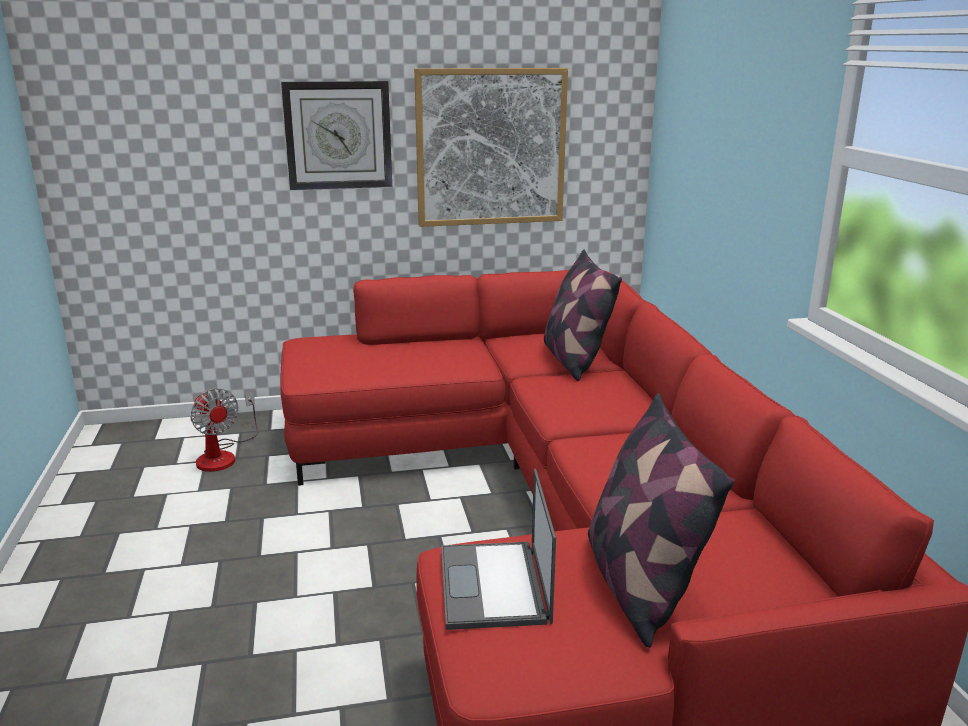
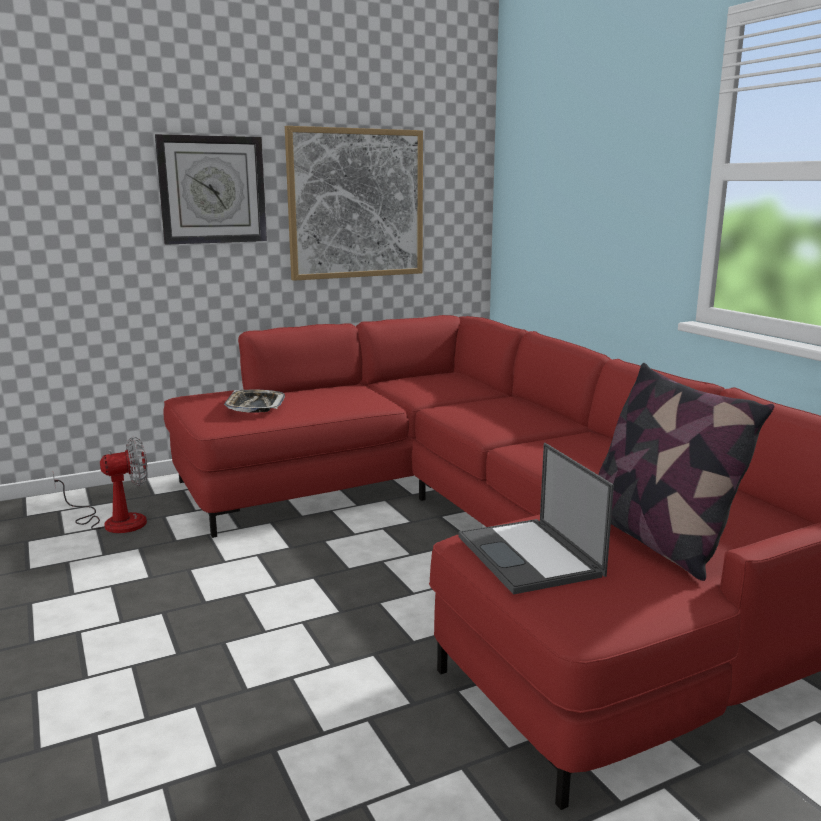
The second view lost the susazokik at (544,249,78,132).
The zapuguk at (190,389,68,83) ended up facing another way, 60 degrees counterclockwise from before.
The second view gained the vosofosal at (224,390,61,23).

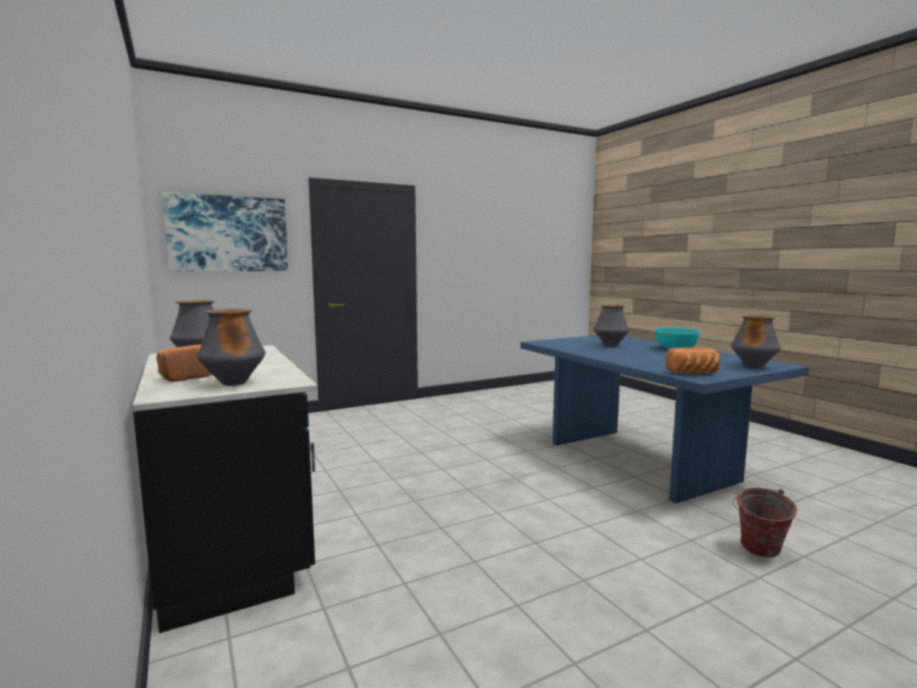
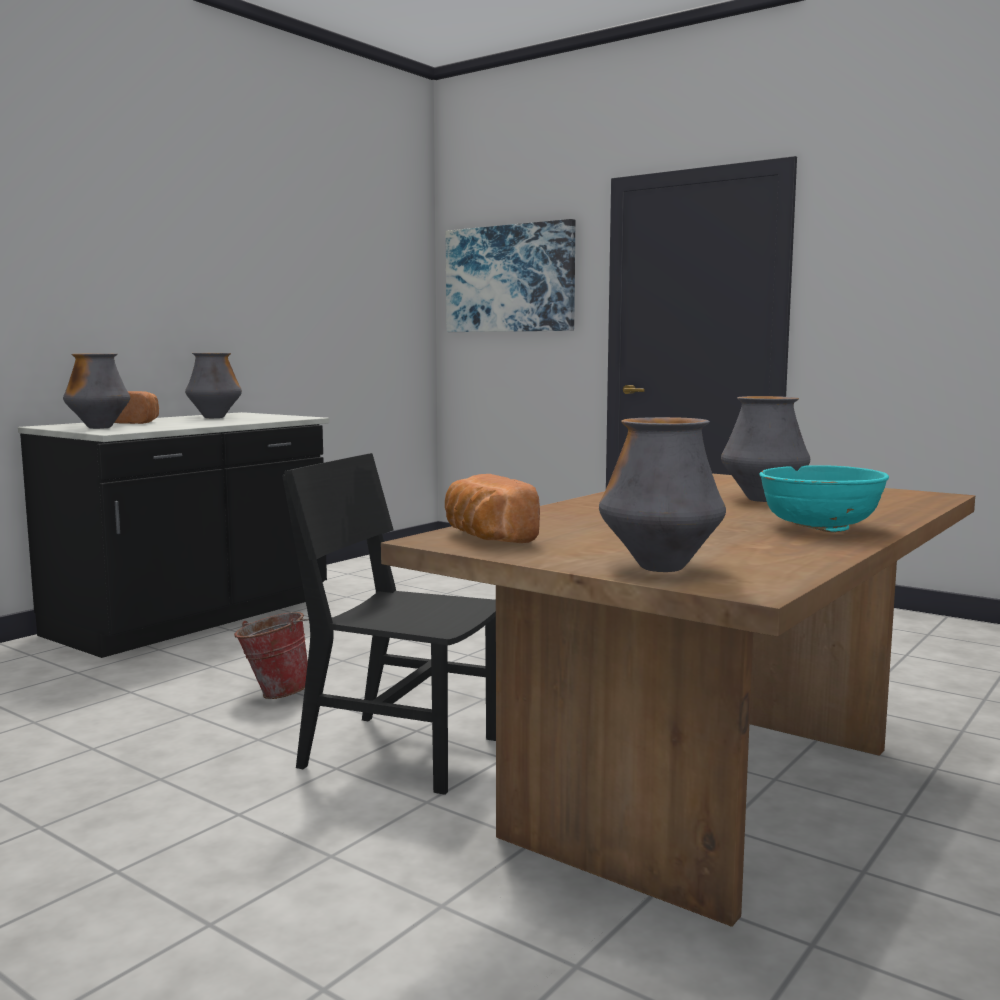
What was the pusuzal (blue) at (520,335,289,168) turned into the pusuzal (brown) at (381,473,594,454).
The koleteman ended up elsewhere, having gone from (733,487,64,70) to (234,612,75,87).
The second view gained the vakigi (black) at (282,453,214,342).

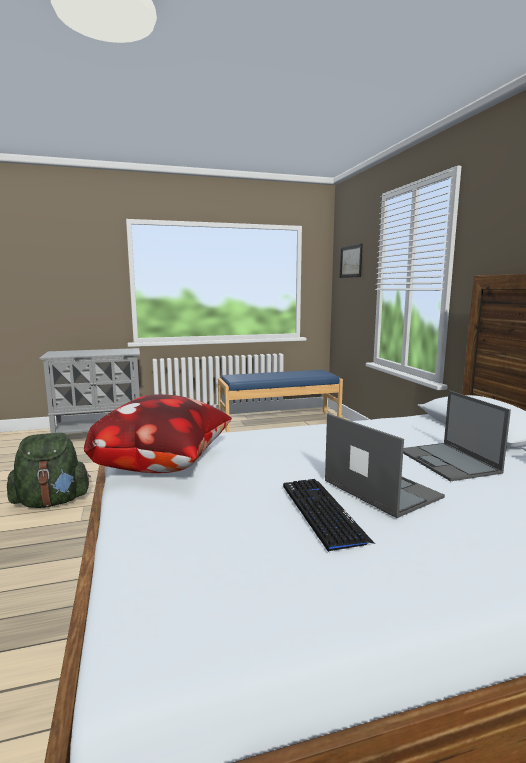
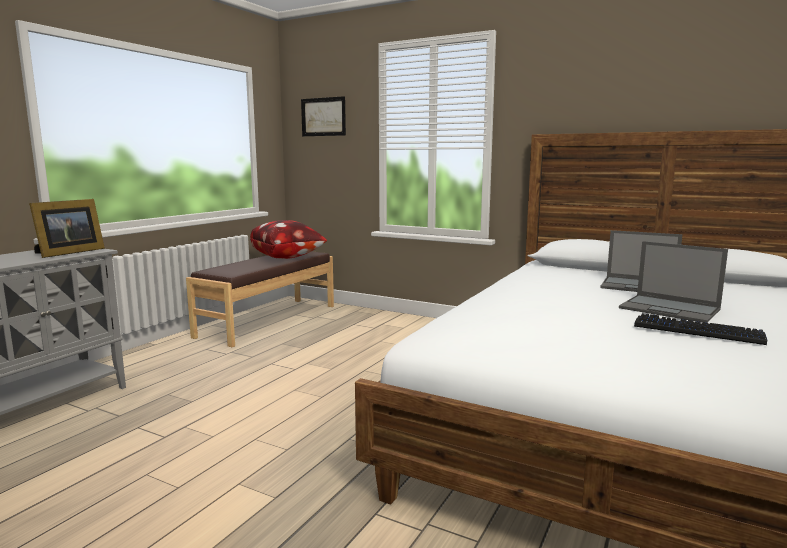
What was the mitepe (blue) at (218,370,125,62) turned into the mitepe (brown) at (186,251,148,96).
The susazokik ended up elsewhere, having gone from (84,394,148,79) to (250,220,77,39).
The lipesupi at (325,414,120,104) ended up facing another way, 150 degrees counterclockwise from before.
The second view lost the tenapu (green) at (7,433,84,75).
The second view gained the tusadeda at (29,199,76,59).

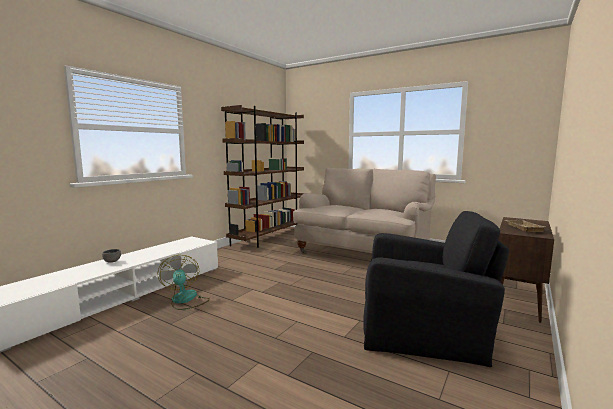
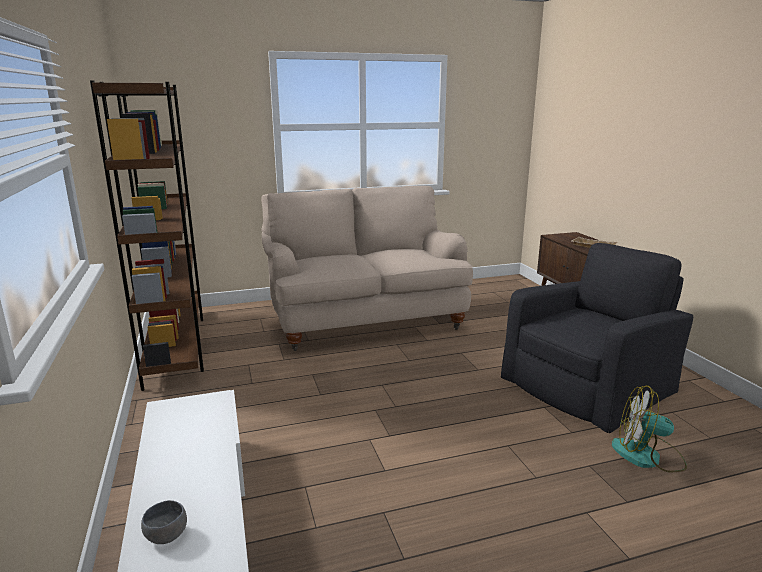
The zapuguk ended up elsewhere, having gone from (157,255,53,55) to (612,386,75,87).

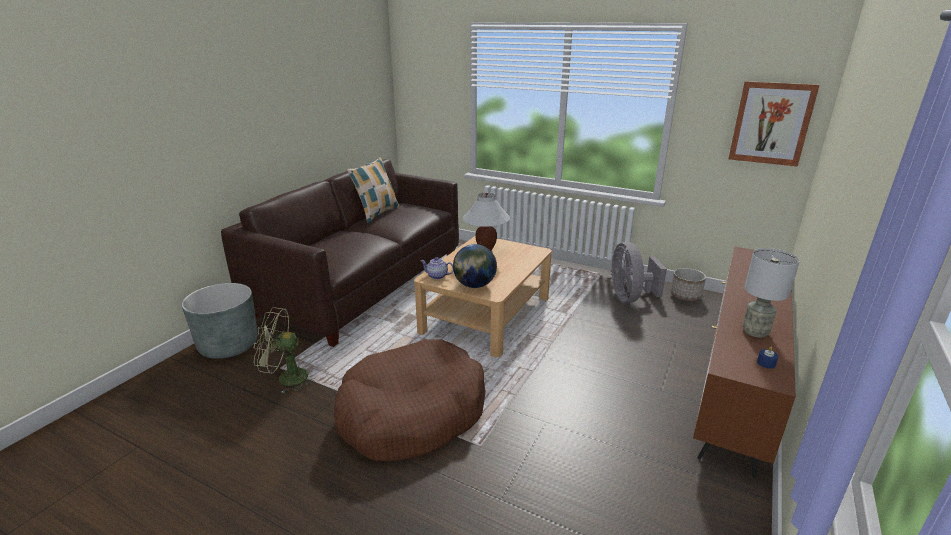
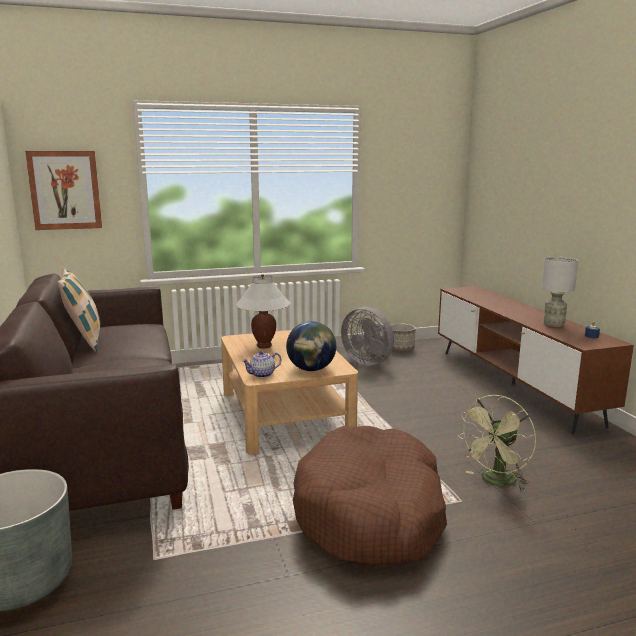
The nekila ended up elsewhere, having gone from (728,81,91,86) to (25,151,77,79).
The zapuguk (green) ended up elsewhere, having gone from (254,307,60,86) to (458,395,78,96).

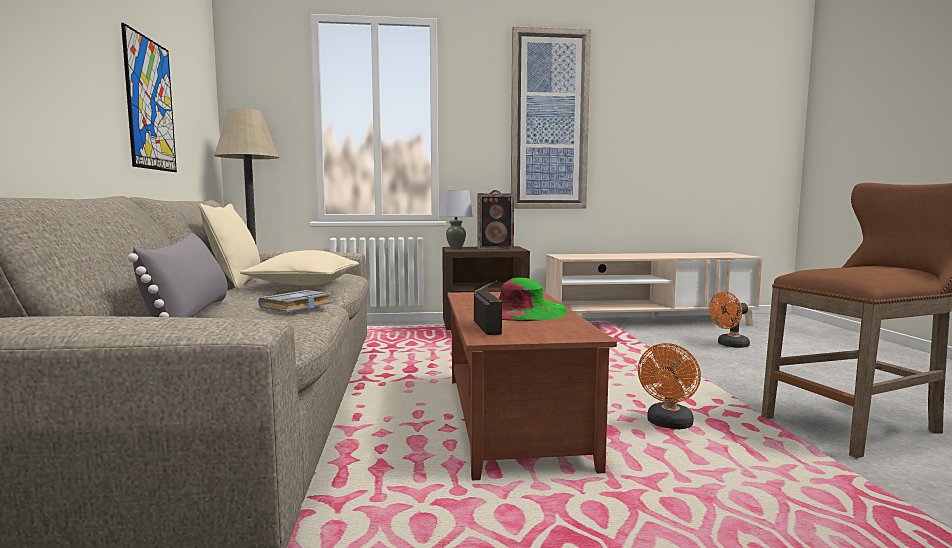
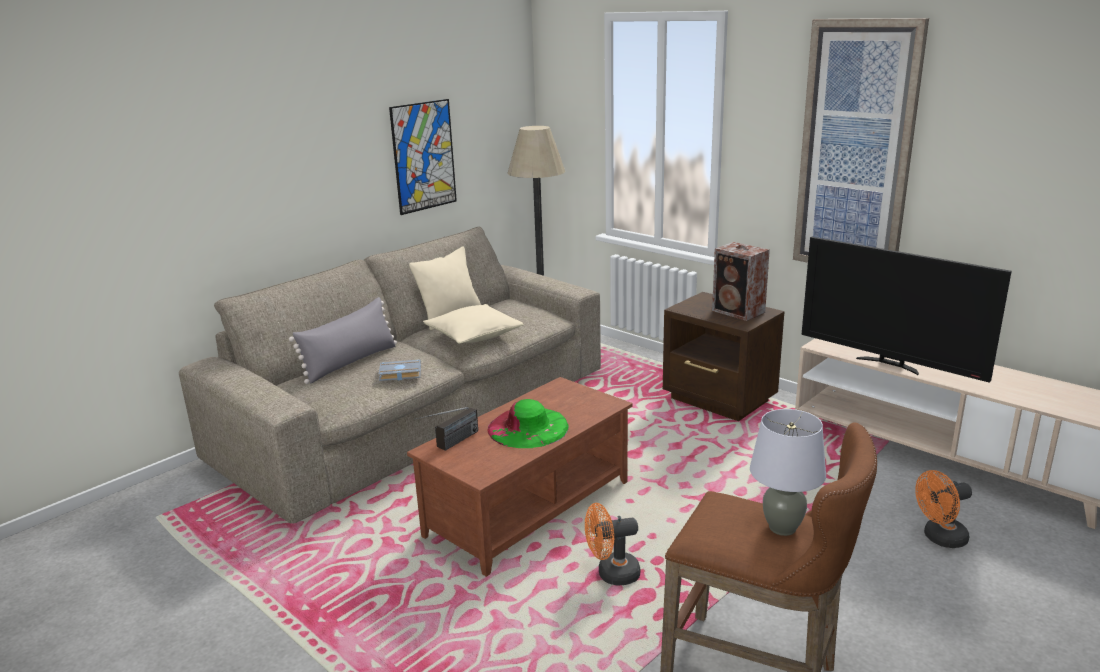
The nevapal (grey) ended up elsewhere, having gone from (439,190,34,58) to (750,409,76,127).
The zapuguk (orange) at (709,291,41,57) ended up facing another way, 45 degrees counterclockwise from before.
The second view gained the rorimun at (801,237,211,146).

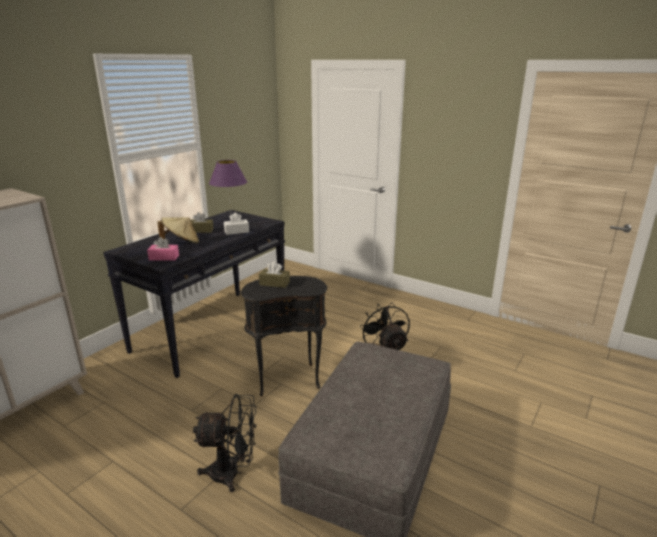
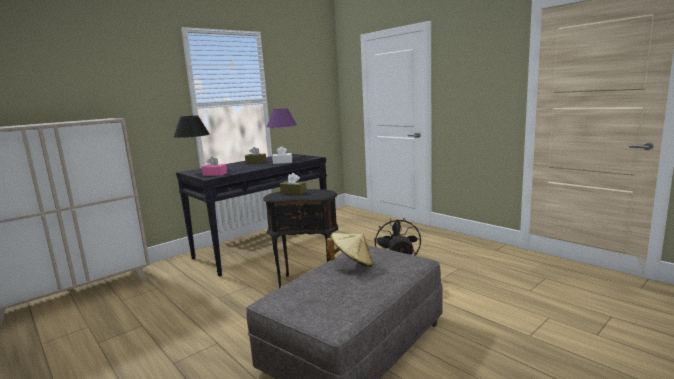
The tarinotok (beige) ended up elsewhere, having gone from (157,217,42,27) to (327,233,46,34).
The second view lost the zapuguk (black) at (193,394,64,99).
The second view gained the nevapal (black) at (174,116,36,55).

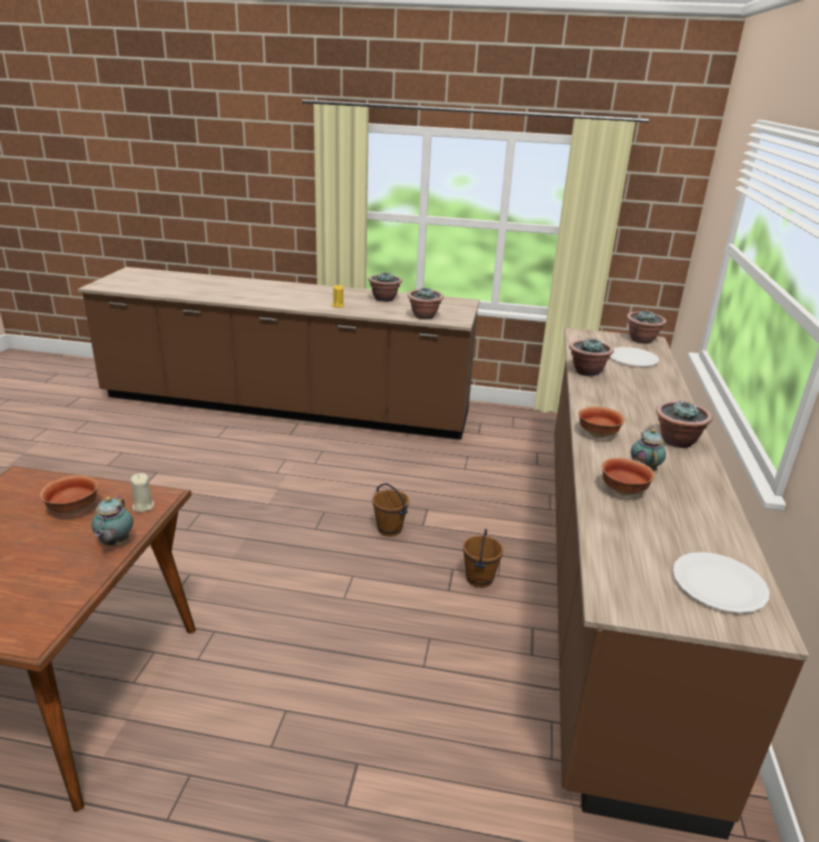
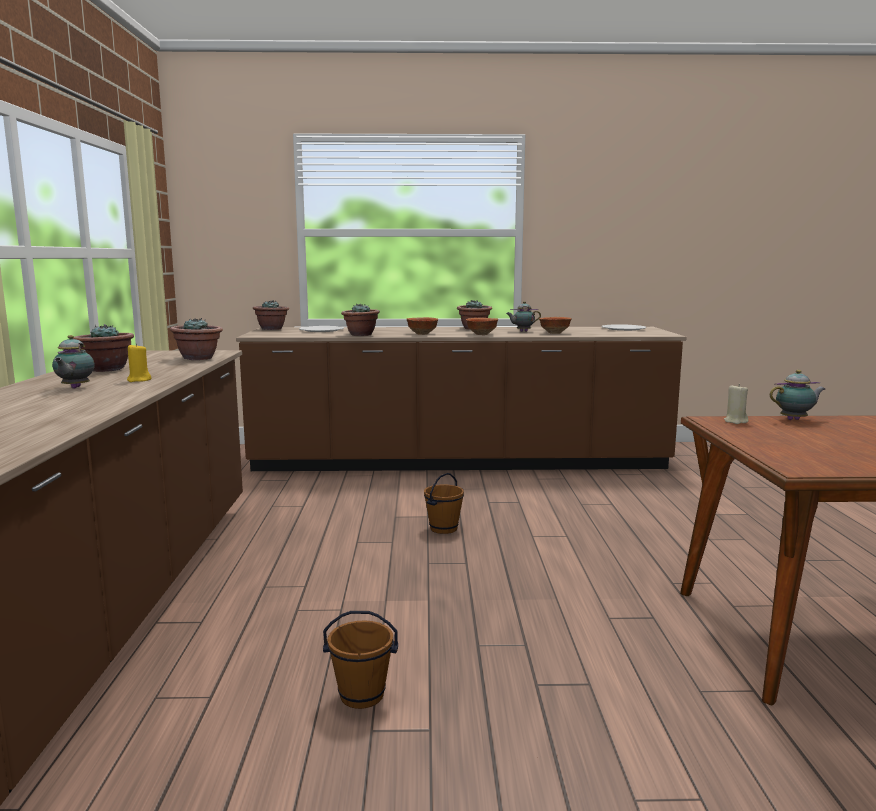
The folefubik ended up elsewhere, having gone from (40,475,58,40) to (406,317,32,18).
The koleteman (brown) ended up elsewhere, having gone from (463,529,40,59) to (323,611,75,98).
The second view gained the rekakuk at (52,335,43,54).

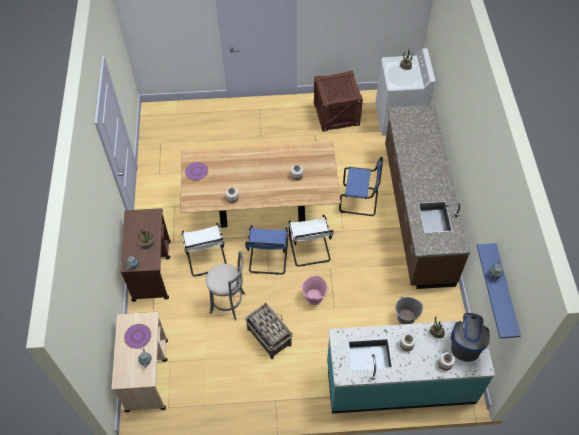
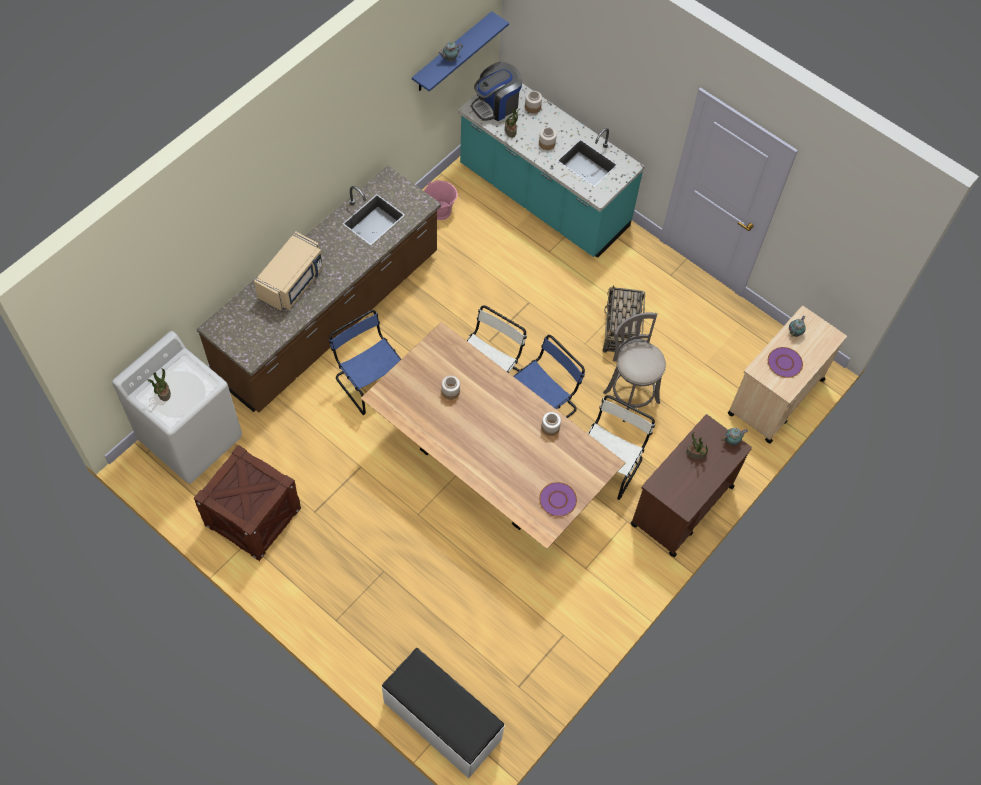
The koleteman (pink) ended up elsewhere, having gone from (301,275,28,30) to (424,180,34,40).
The second view lost the koleteman (grey) at (395,296,28,28).
The second view gained the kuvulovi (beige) at (254,231,69,80).
The second view gained the mitepe (white) at (381,648,124,130).

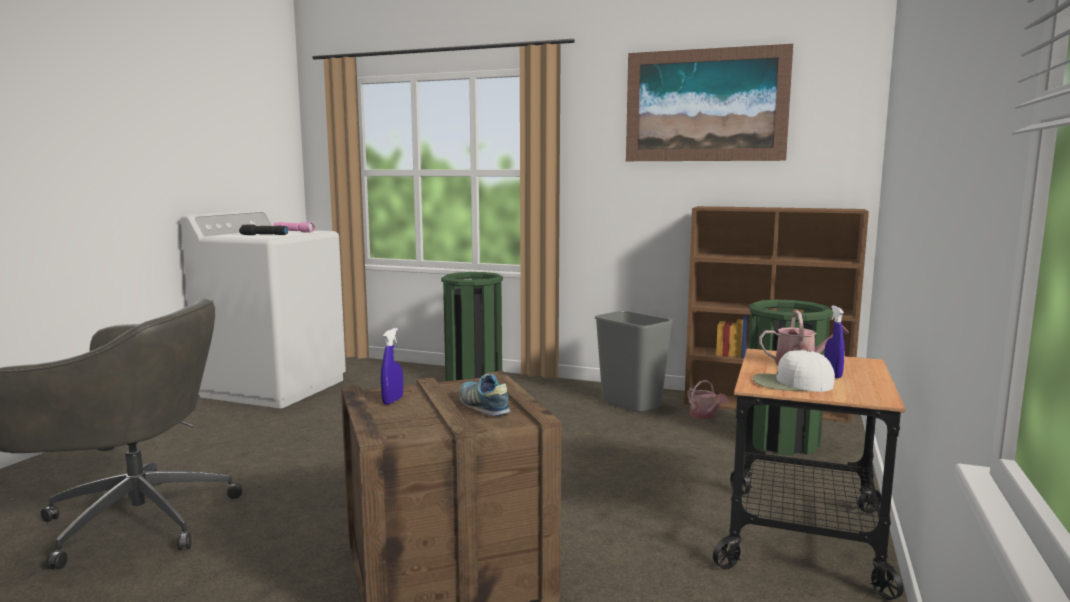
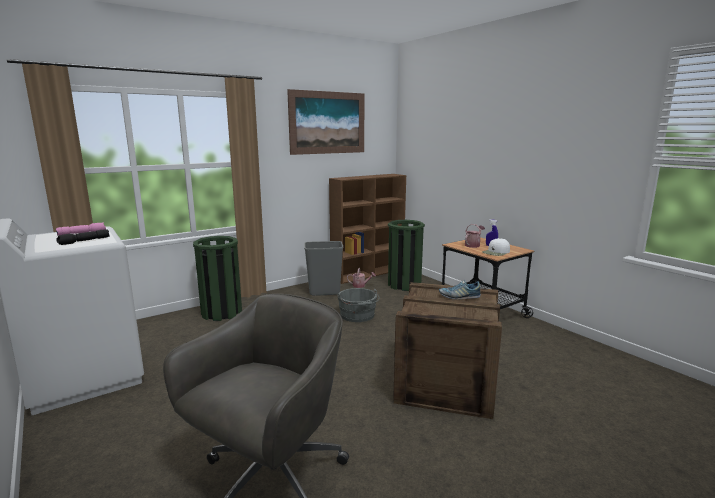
The second view lost the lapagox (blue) at (381,328,22,77).
The second view gained the koleteman (grey) at (337,288,43,34).

